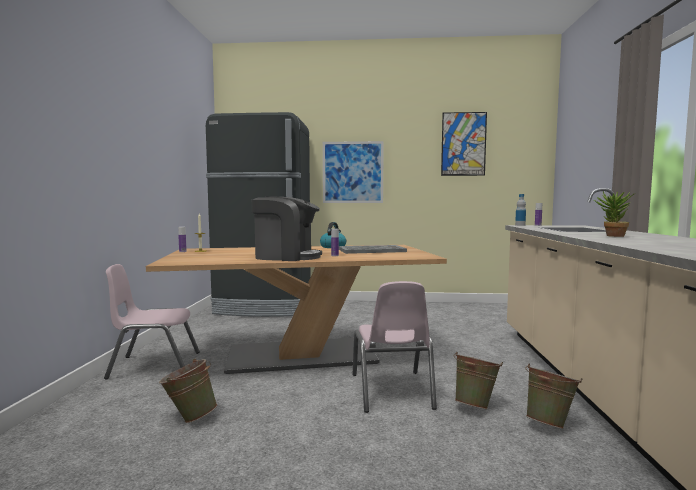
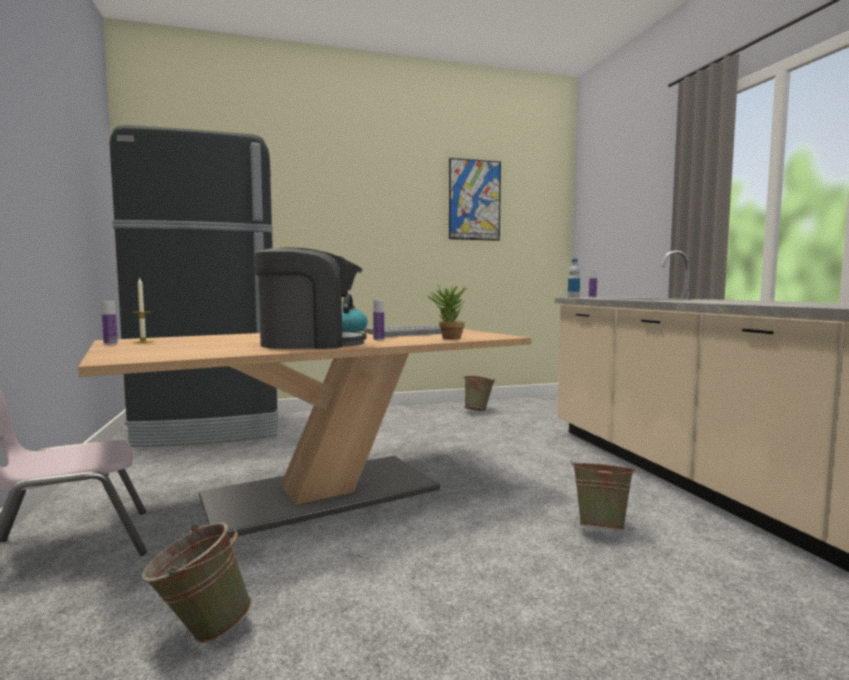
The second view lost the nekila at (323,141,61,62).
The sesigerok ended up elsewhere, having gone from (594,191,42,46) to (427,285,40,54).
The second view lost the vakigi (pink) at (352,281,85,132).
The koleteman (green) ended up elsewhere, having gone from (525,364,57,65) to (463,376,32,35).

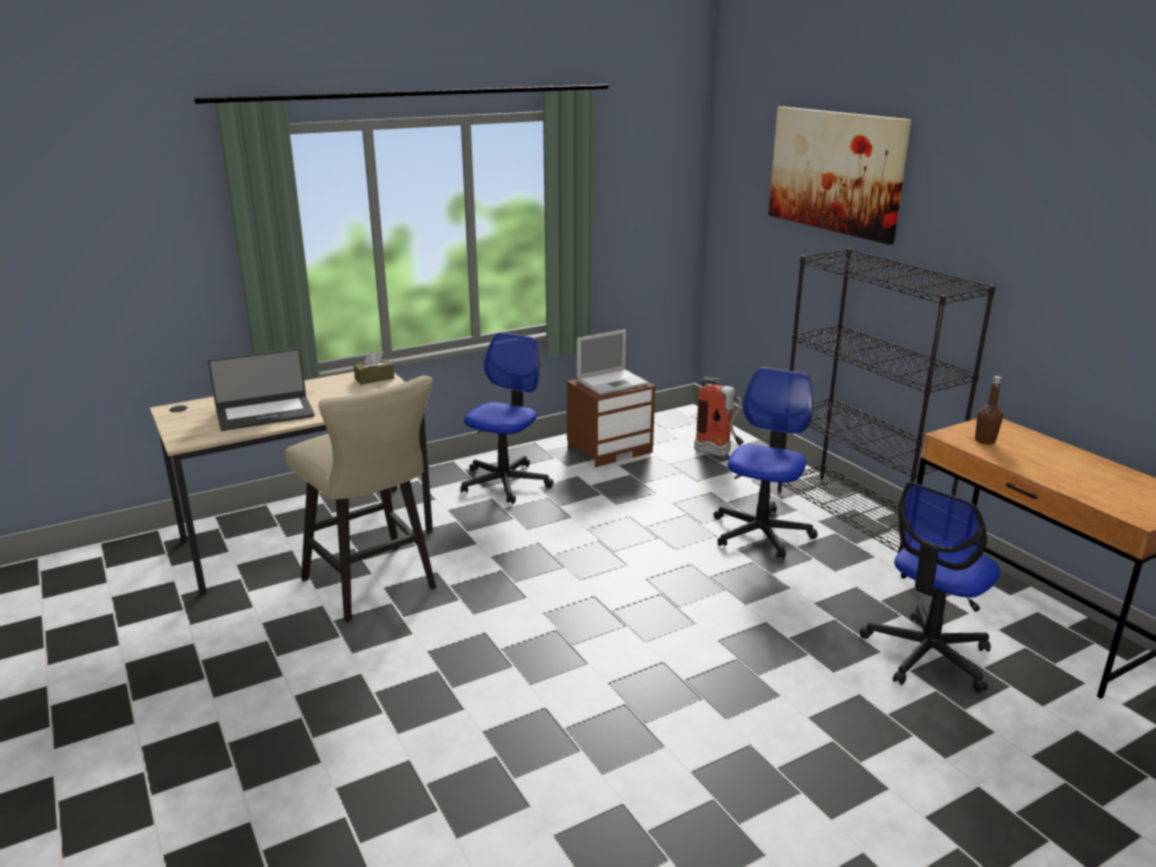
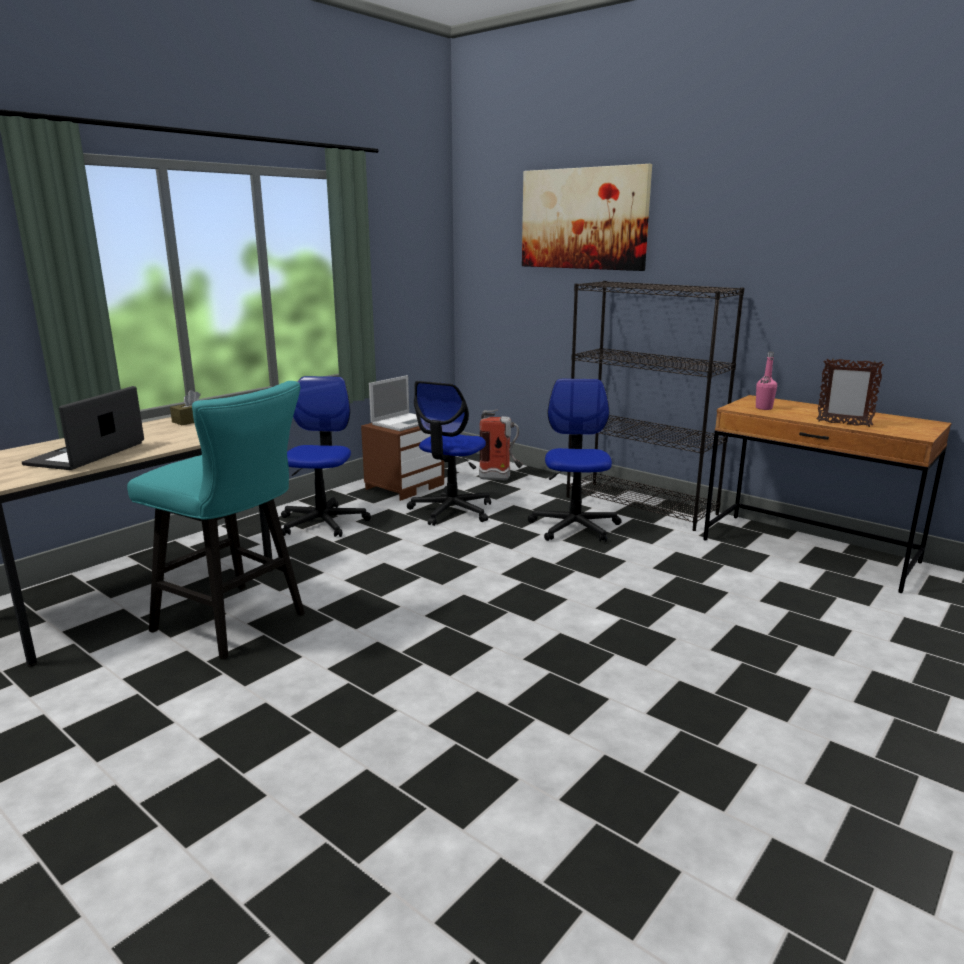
The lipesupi at (208,348,107,83) ended up facing another way, 150 degrees clockwise from before.
What was the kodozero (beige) at (285,375,151,247) turned into the kodozero (turquoise) at (127,381,178,279).
What was the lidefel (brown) at (975,376,28,68) turned into the lidefel (pink) at (756,352,21,58).
The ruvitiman ended up elsewhere, having gone from (859,482,141,211) to (407,381,84,145).
The second view gained the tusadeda at (817,358,67,69).

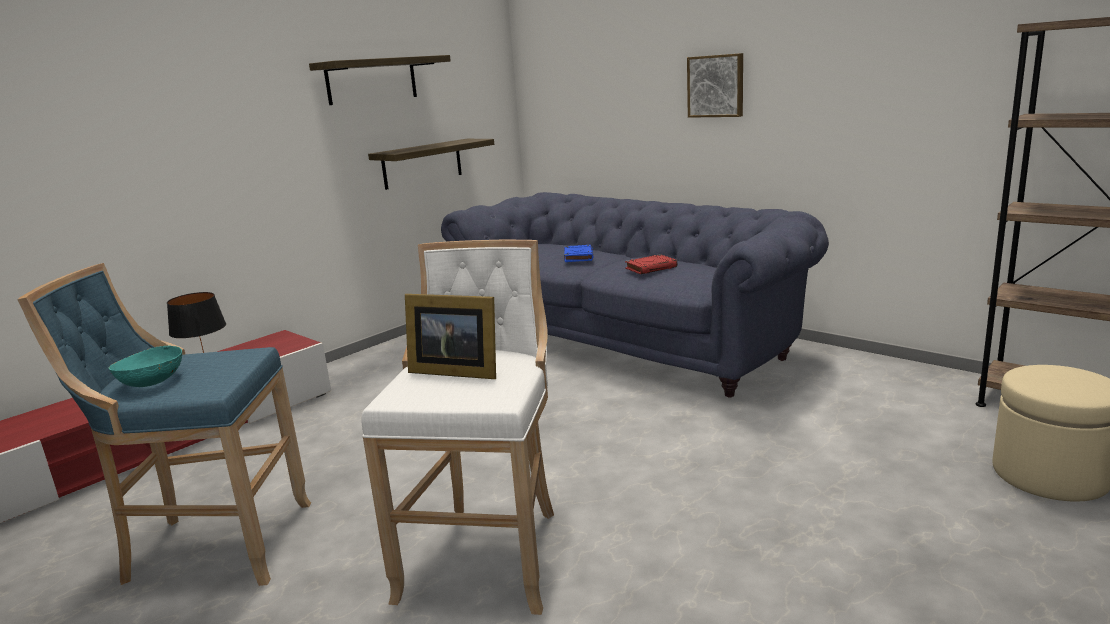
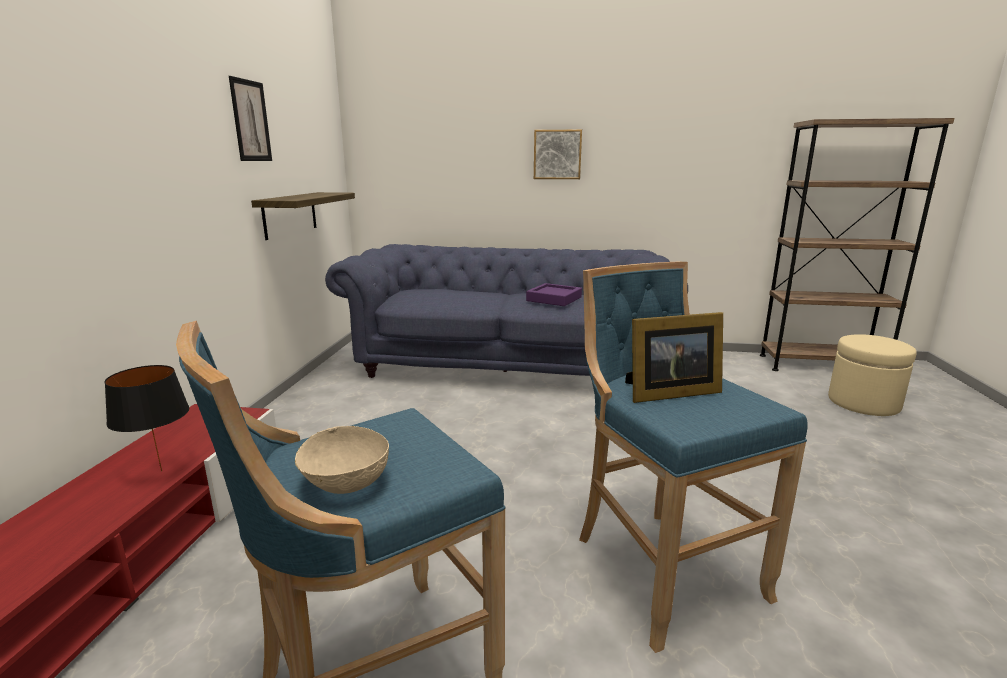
Where the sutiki hung at (309,55,142,50), the nekila came to hang at (229,76,43,85).
What was the kodozero (white) at (362,240,192,375) turned into the kodozero (blue) at (579,262,229,391).
The second view lost the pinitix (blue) at (564,245,30,17).
Where the pinitix (red) stood at (625,254,52,20), the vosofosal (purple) came to stand at (526,283,56,23).
What was the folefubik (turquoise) at (108,346,74,41) turned into the folefubik (beige) at (295,426,94,68).

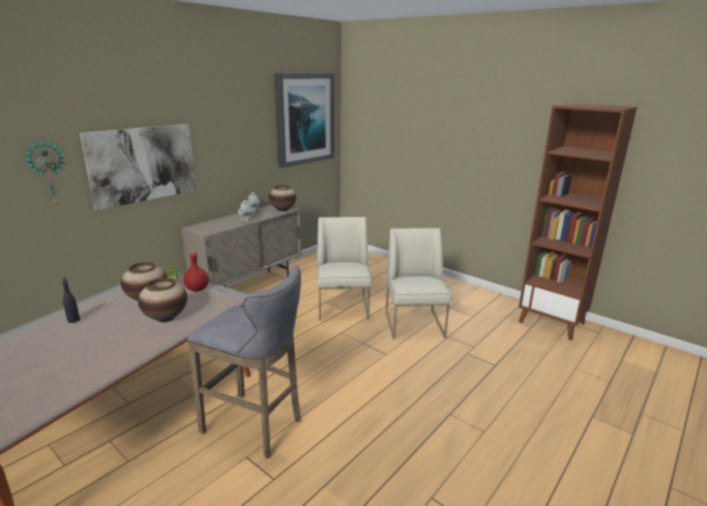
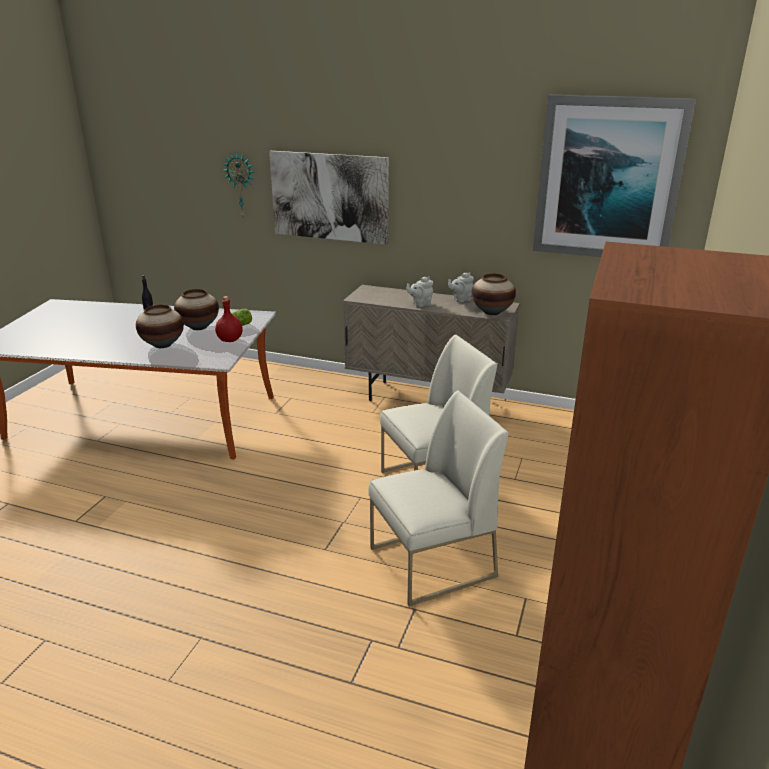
The second view lost the kodozero (grey) at (187,265,114,194).

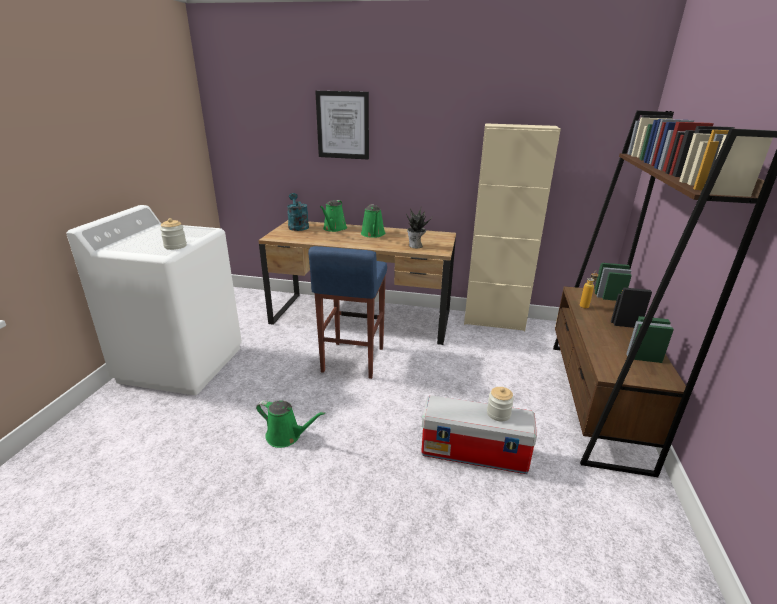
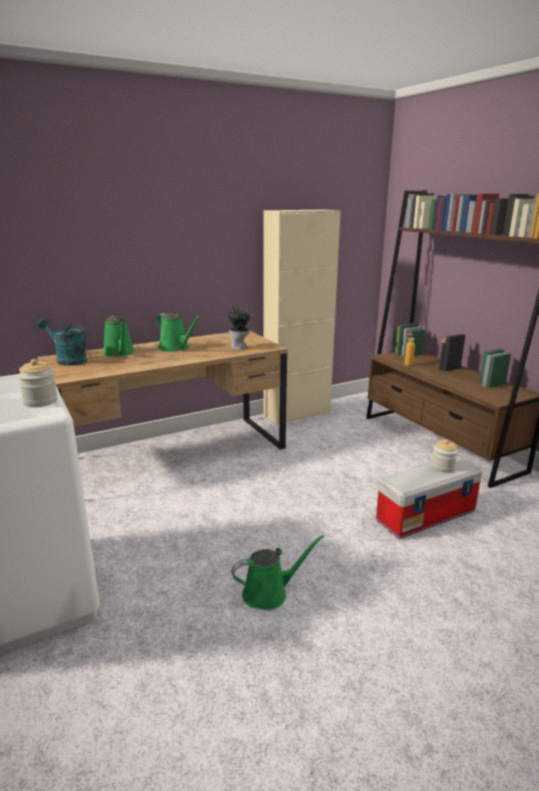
The second view lost the nekila at (315,91,54,68).
The second view lost the kodozero (blue) at (308,246,79,133).

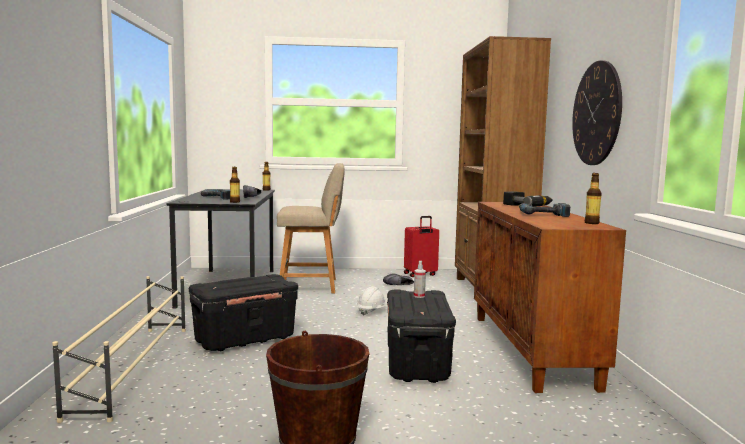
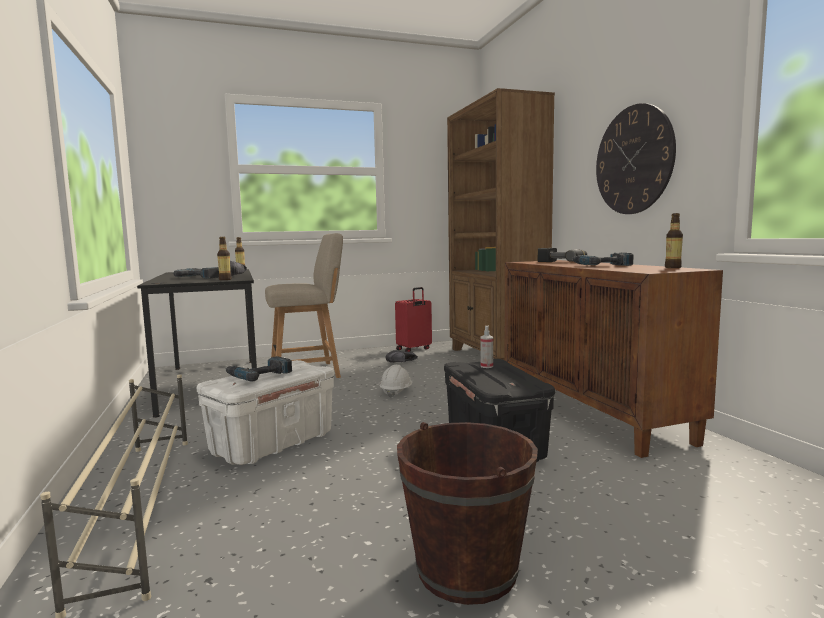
What was the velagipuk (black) at (189,274,109,77) turned into the velagipuk (white) at (196,360,138,105).
The second view gained the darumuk at (225,356,67,26).

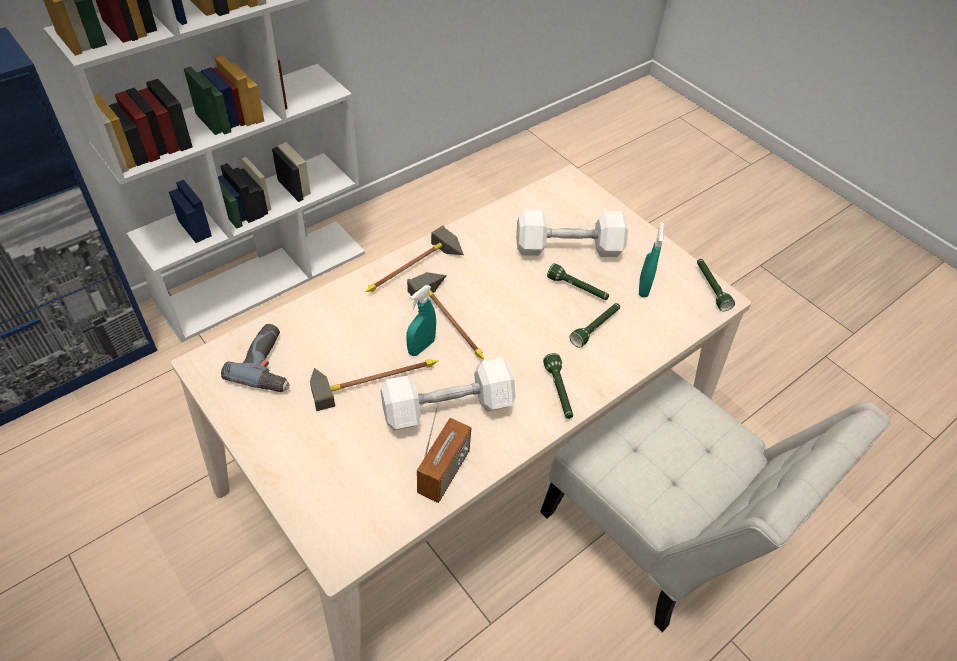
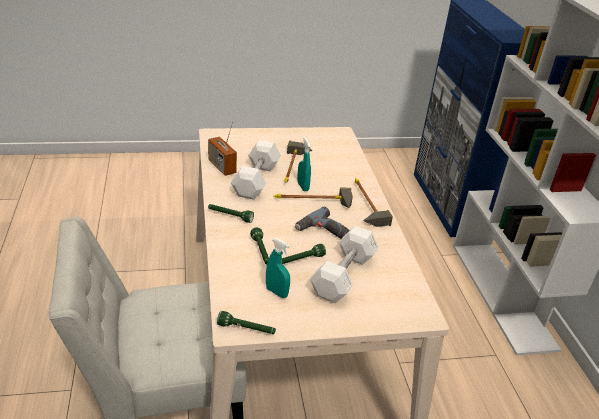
The darumuk ended up elsewhere, having gone from (221,324,69,68) to (295,206,55,33).

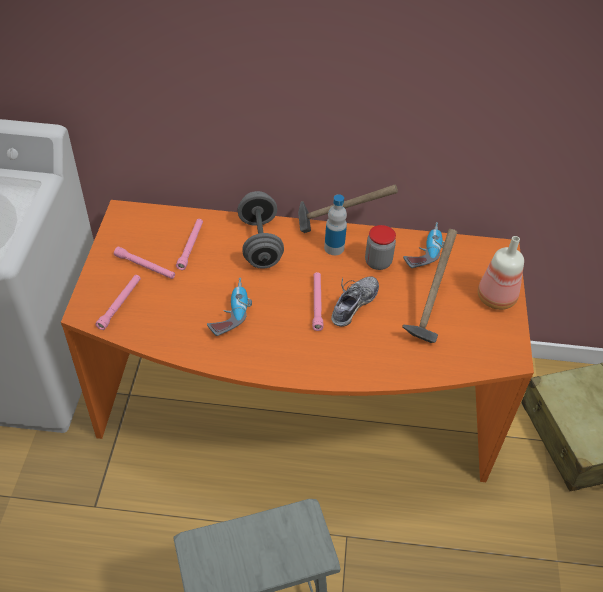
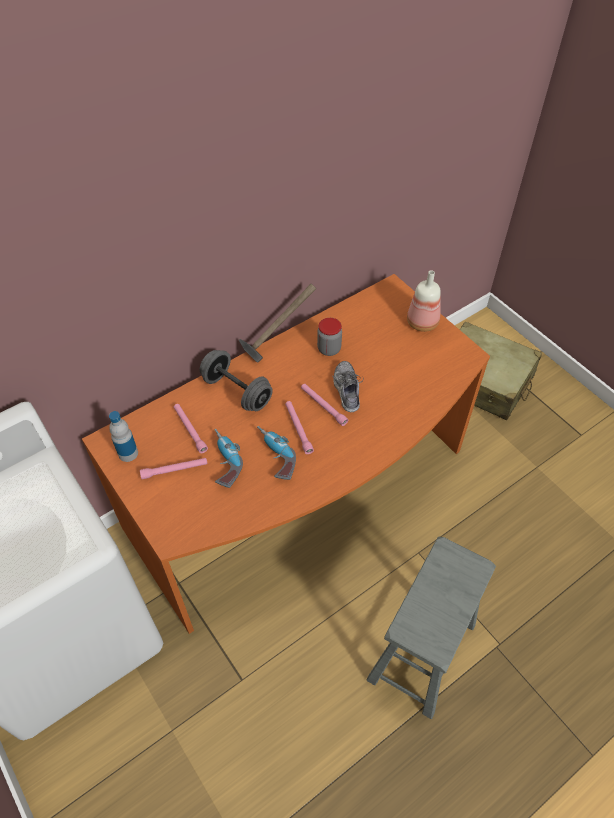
The lidefel ended up elsewhere, having gone from (324,194,23,61) to (109,411,29,51).
The darumuk ended up elsewhere, having gone from (403,222,42,46) to (214,429,29,59).
The second view lost the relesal at (402,229,55,114).
The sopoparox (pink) ended up elsewhere, having gone from (95,275,46,55) to (285,401,29,53).

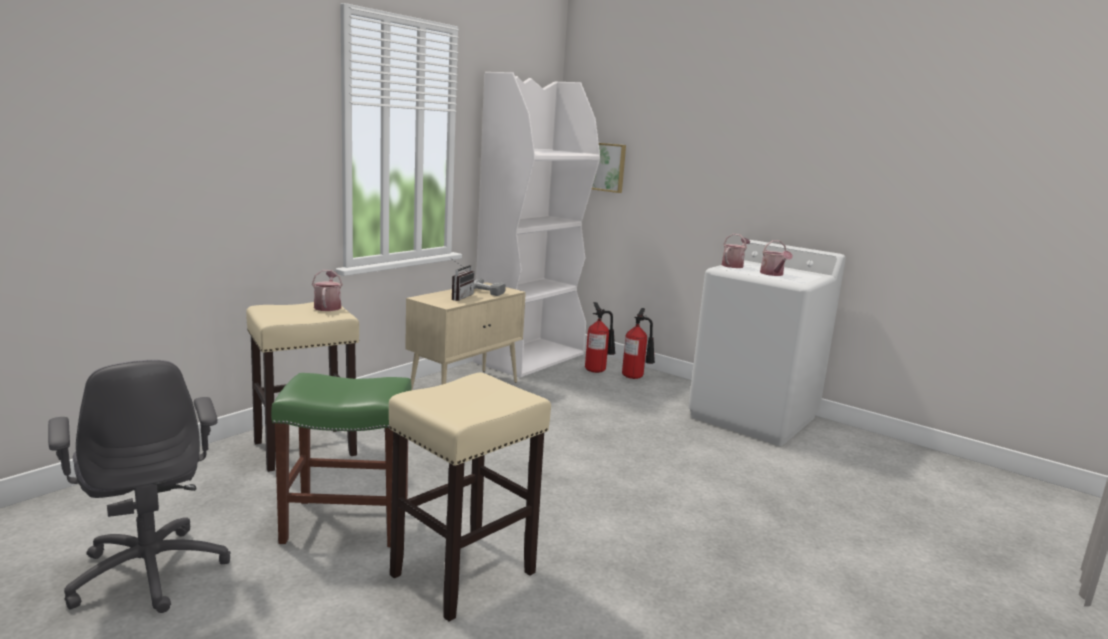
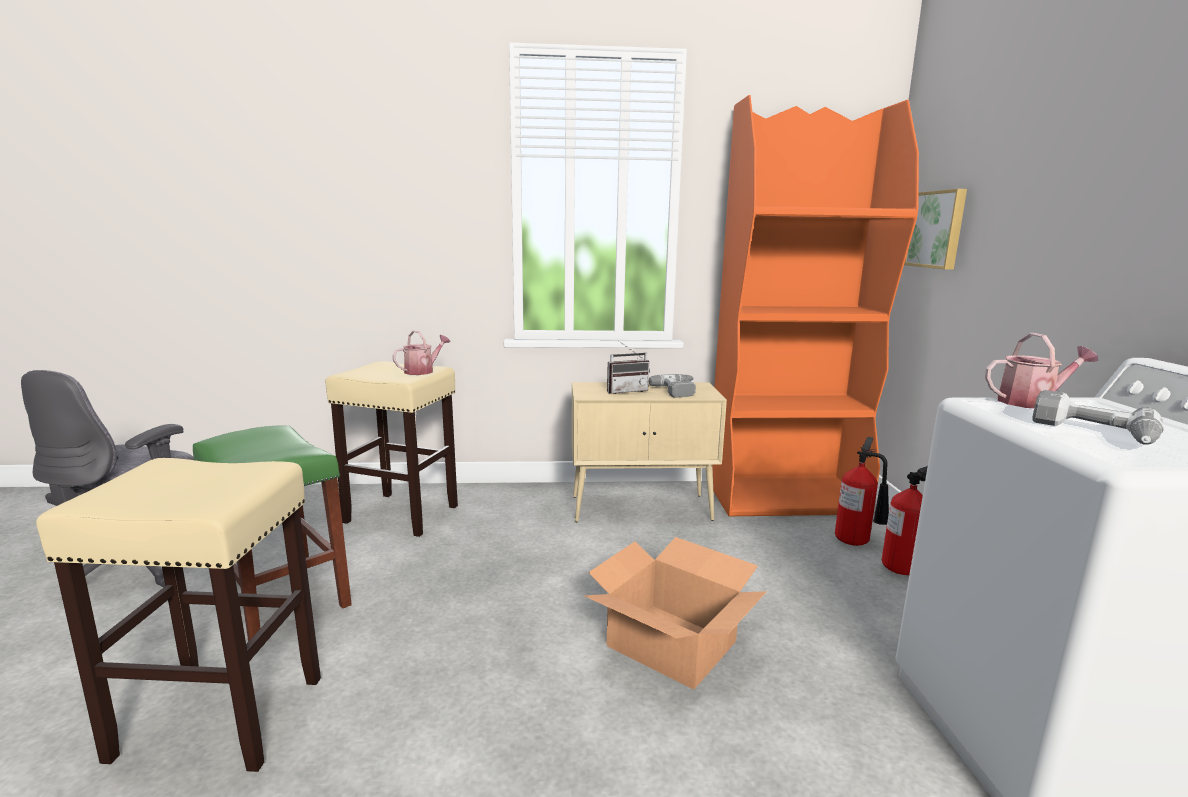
What was the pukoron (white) at (473,72,127,306) turned into the pukoron (orange) at (712,95,207,421).
Where the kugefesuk stood at (760,240,33,36), the darumuk came to stand at (1032,390,132,55).
The second view gained the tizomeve at (584,537,183,153).

